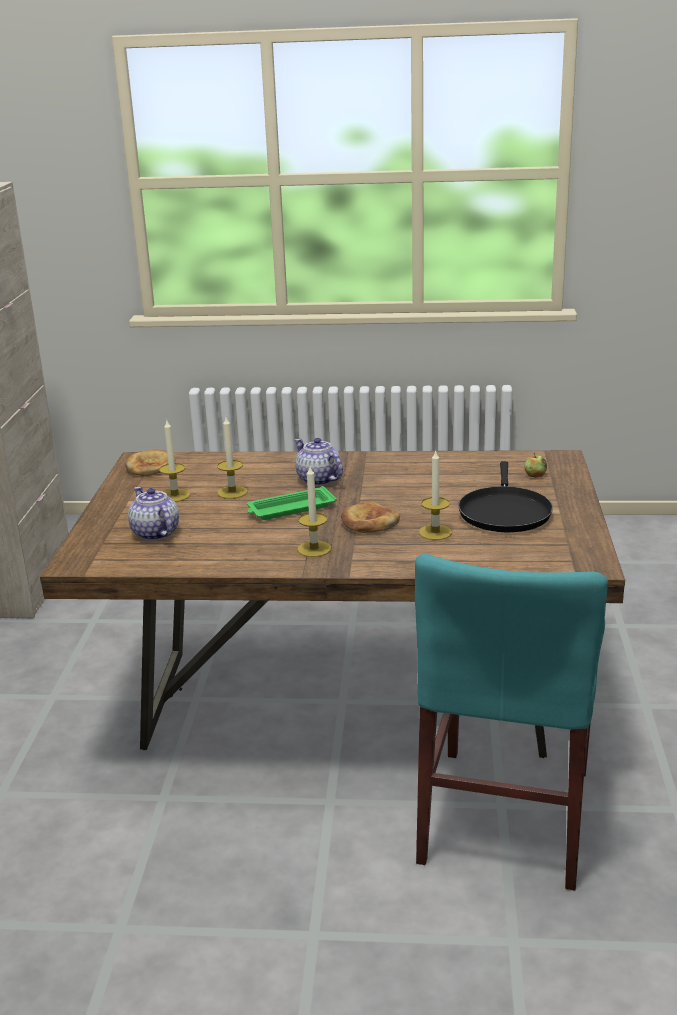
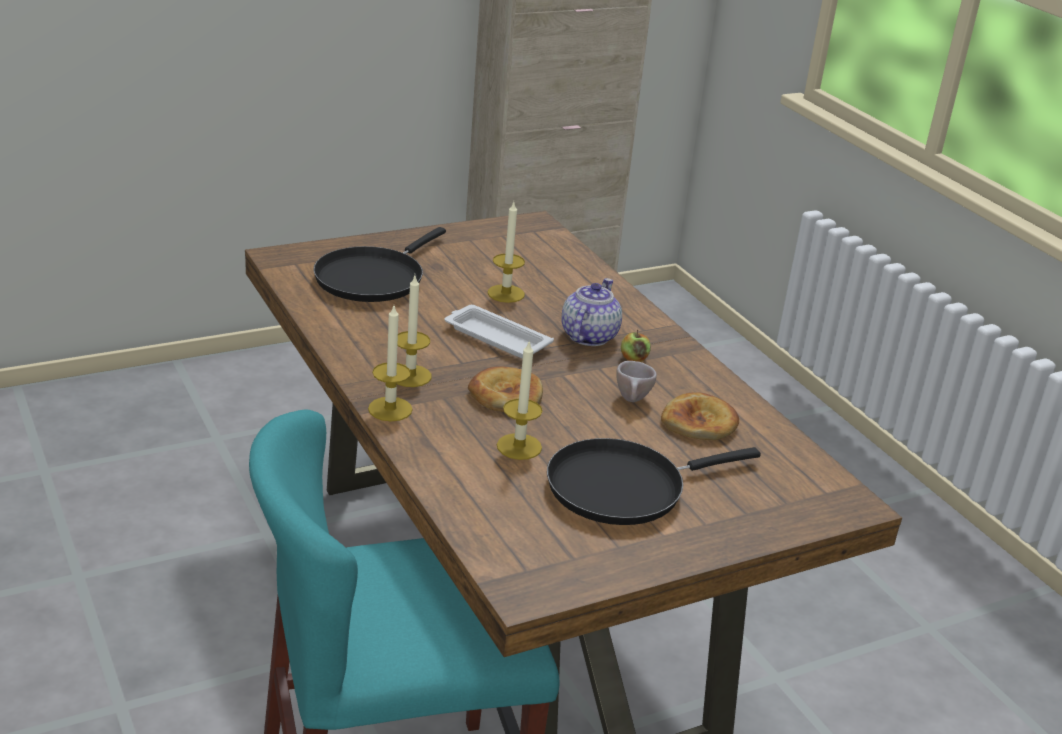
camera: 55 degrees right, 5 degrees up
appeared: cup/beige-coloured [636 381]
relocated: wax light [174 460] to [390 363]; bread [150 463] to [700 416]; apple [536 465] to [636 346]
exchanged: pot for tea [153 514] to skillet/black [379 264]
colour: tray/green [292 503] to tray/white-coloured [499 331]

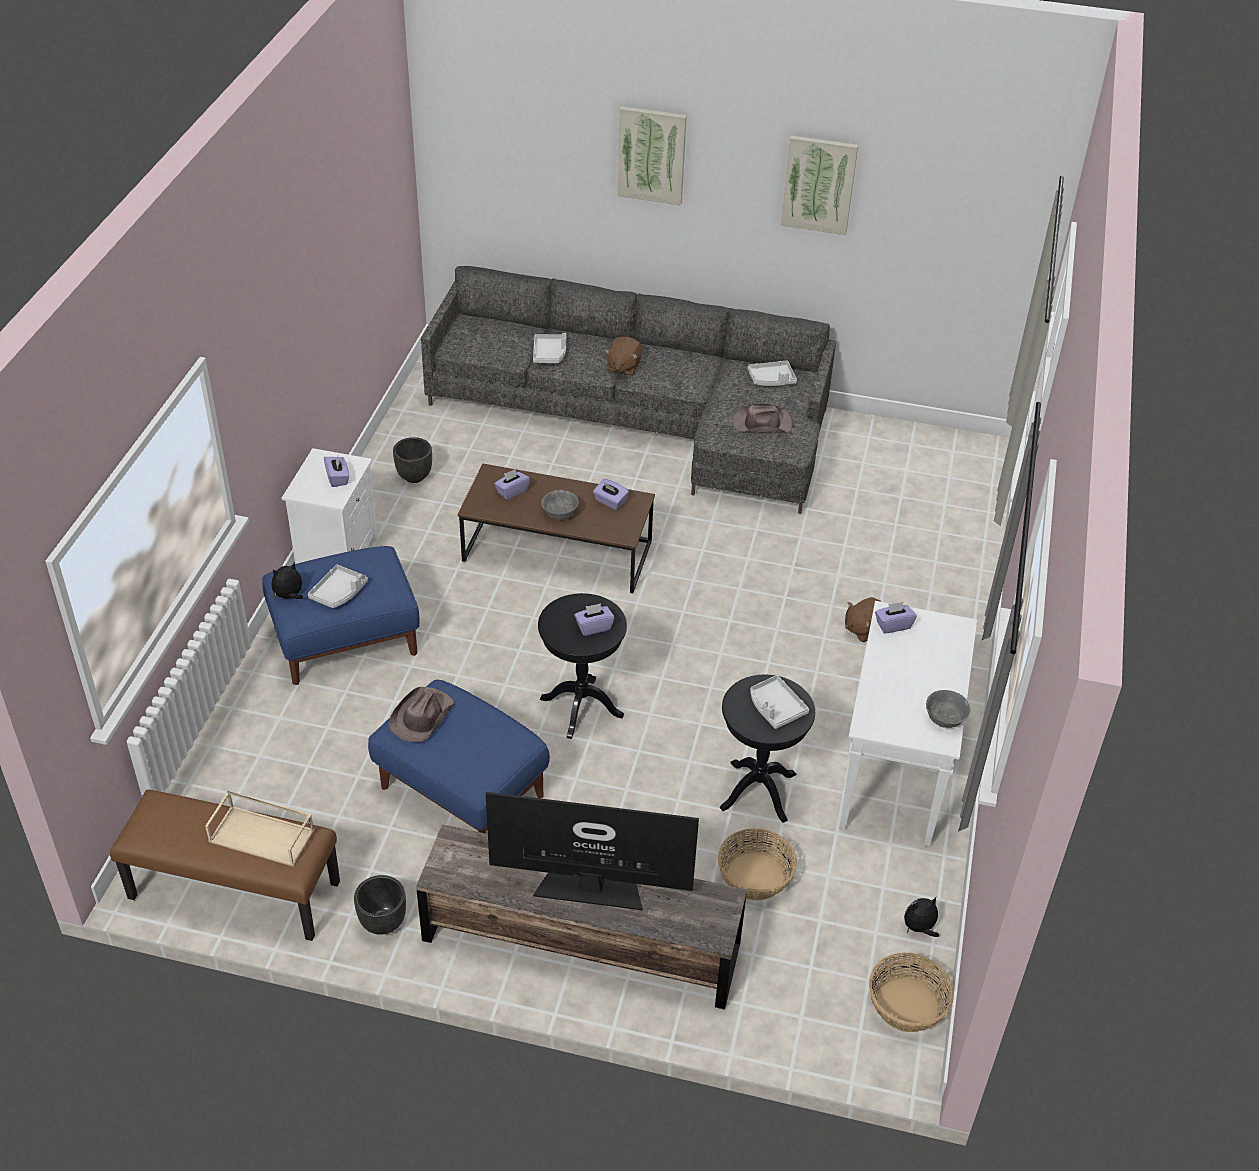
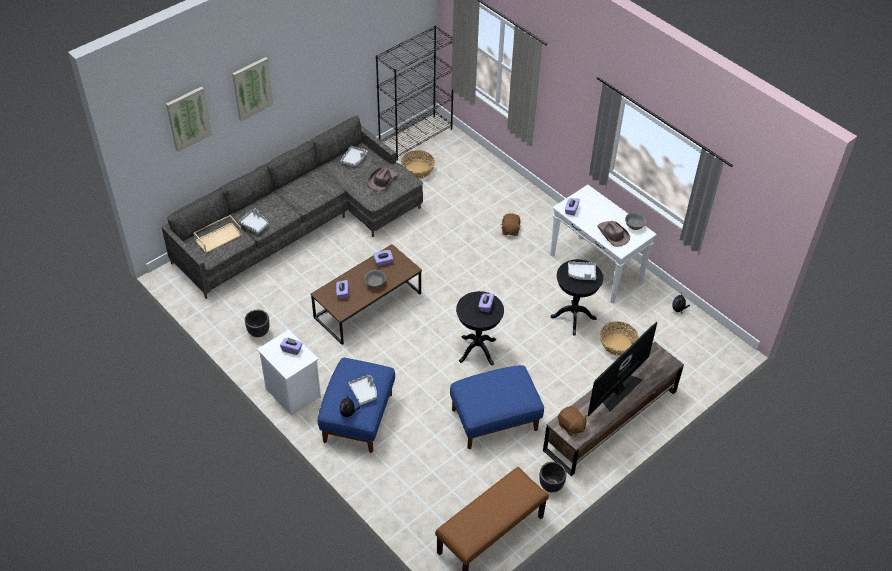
camera: 55 degrees left, 5 degrees up
appeared: shelving unit/black [414 93]
relocated: wall art [819 185] to [189 119]; cuddly toy/brown-coloured [623 356] to [573 421]; wearable hat/brown-coloured [422 714] to [613 234]; tray/beige-coloured [260 829] to [217 234]; household basket [911 992] to [418 164]

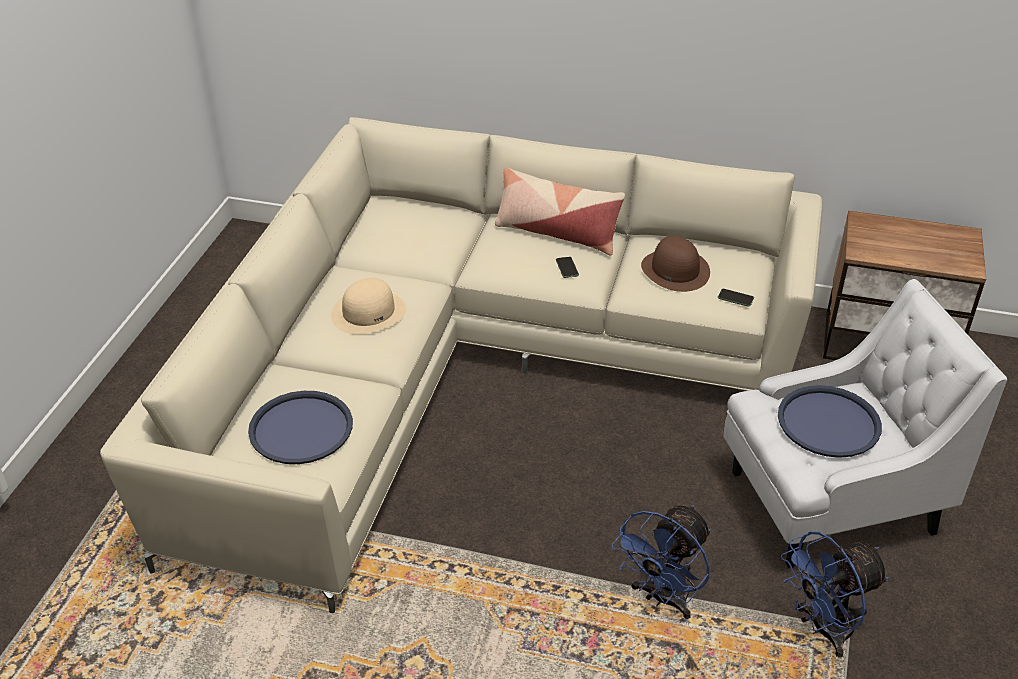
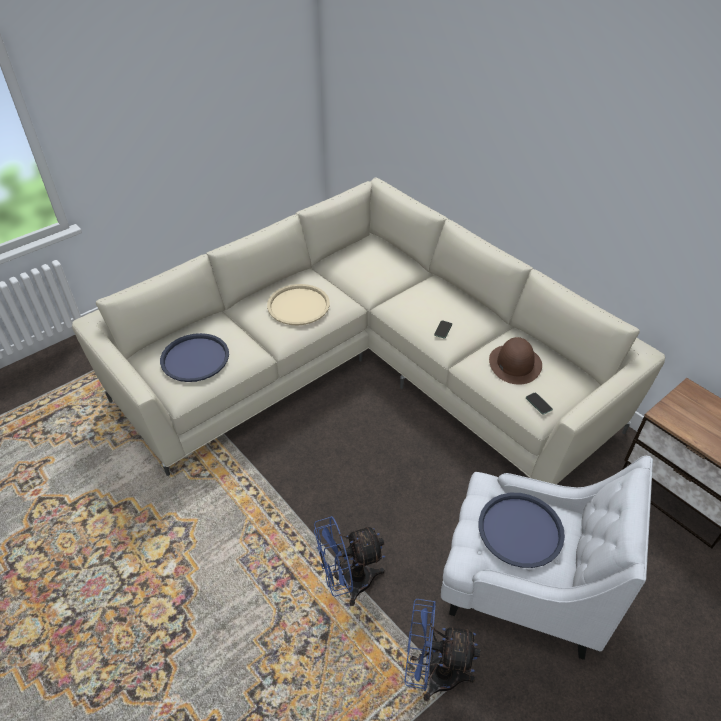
camera: 35 degrees right, 5 degrees up
missing: pillow [560 211]
exchanged: wearable hat/beige-coloured [368 306] to tray/beige-coloured [298 304]

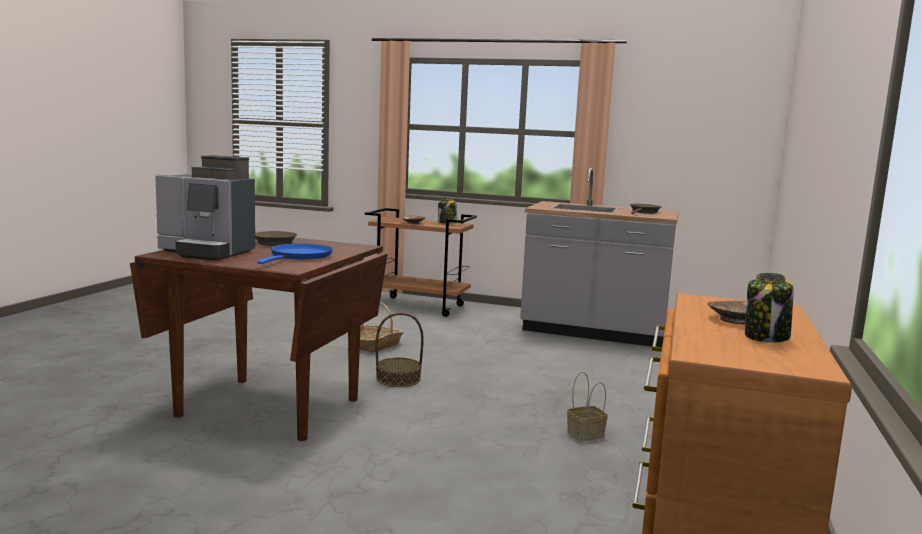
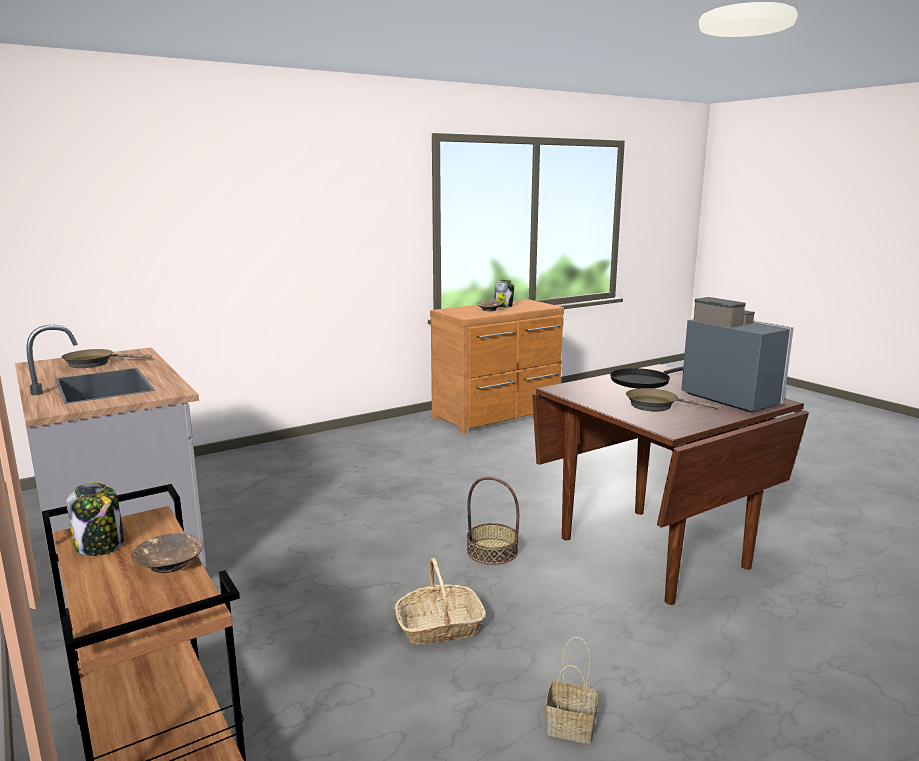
camera: 140 degrees left, 5 degrees up
relocated: household basket [587 406] to [572 690]
colour: skillet/blue [295 254] to skillet/black [646 377]

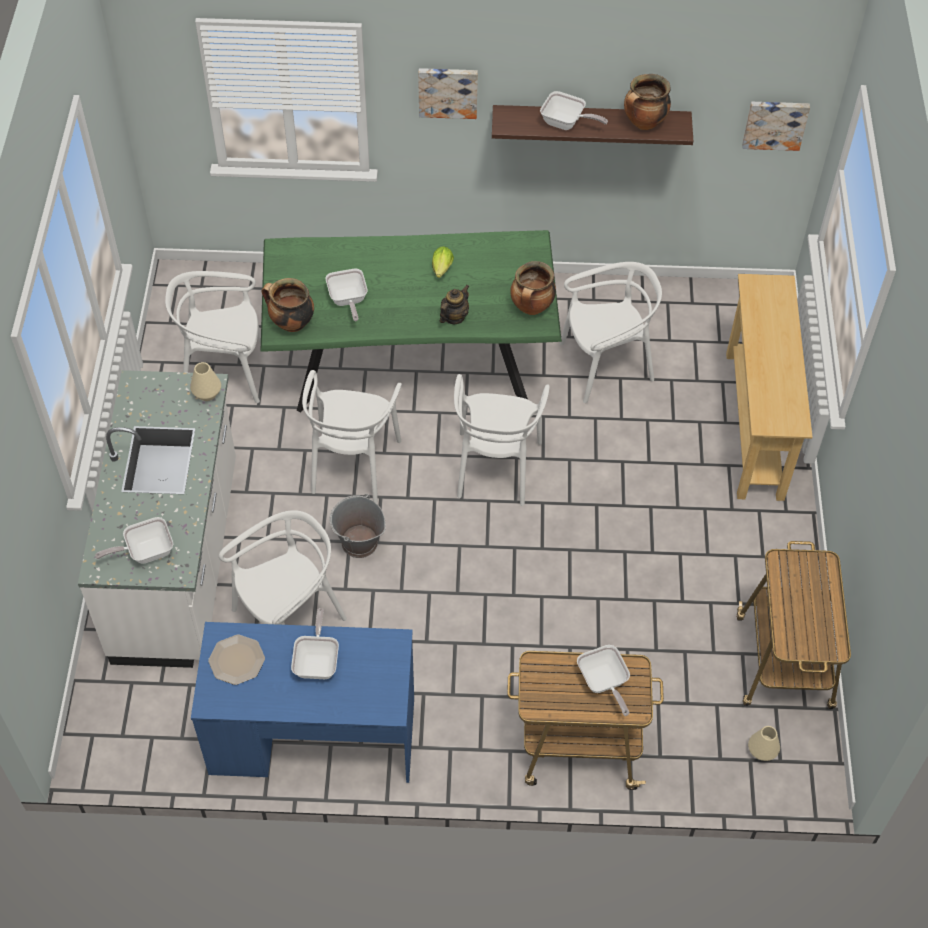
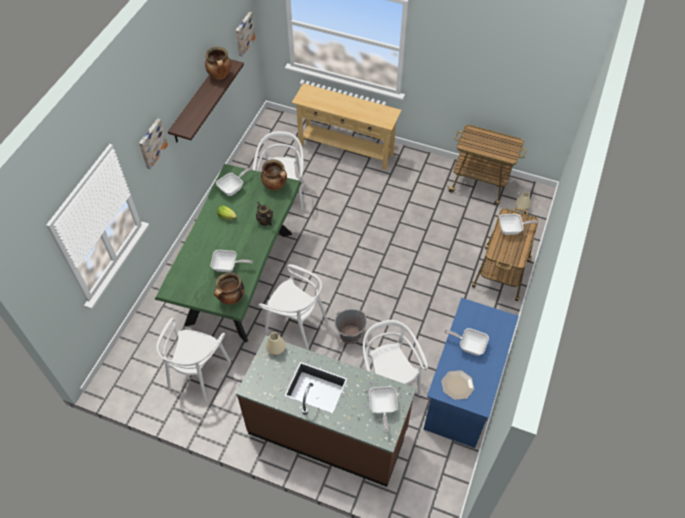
camera: 70 degrees left, 0 degrees up
missing: plain chair/white-coloured [502 440]
relocated: skillet [574 110] to [233 182]
colour: kitchen base unit/white-coloured [157 519] to kitchen base unit/brown-coloured [326 411]

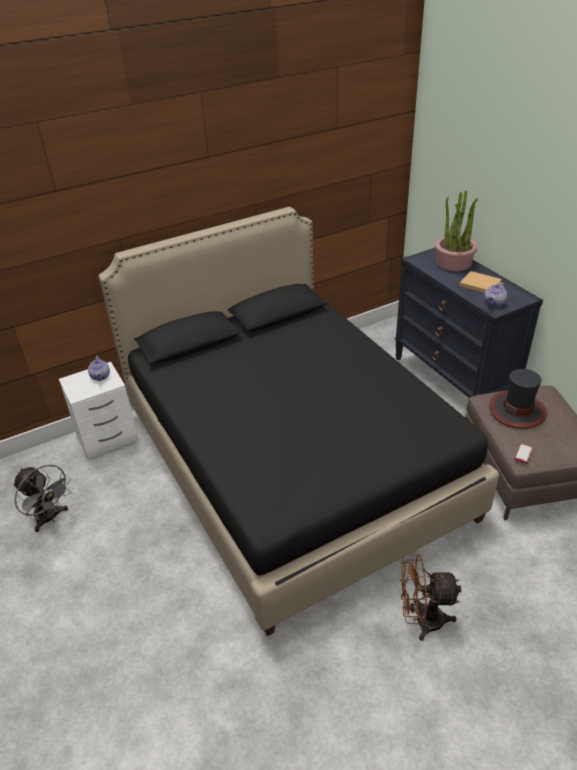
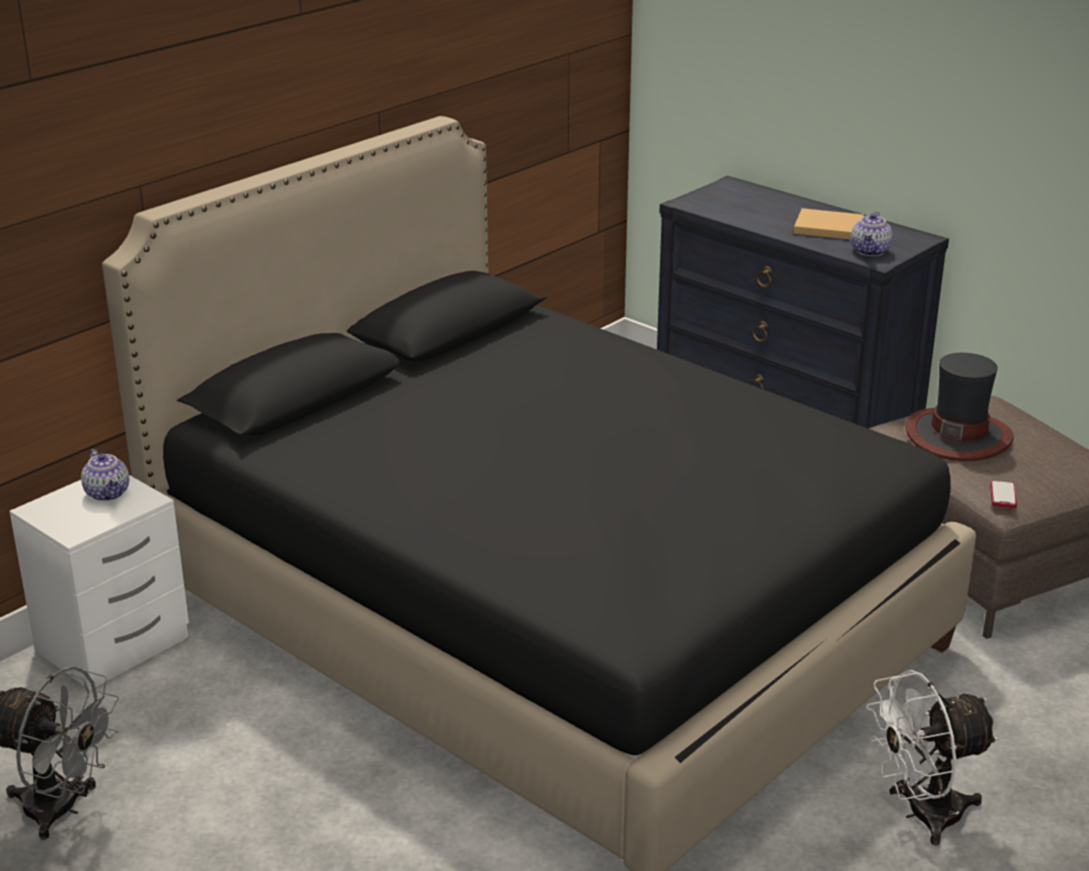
camera: 20 degrees left, 10 degrees down
missing: plant in a pot [456 230]
colour: electric fan/brown-coloured [430 597] to electric fan/white-coloured [932 757]

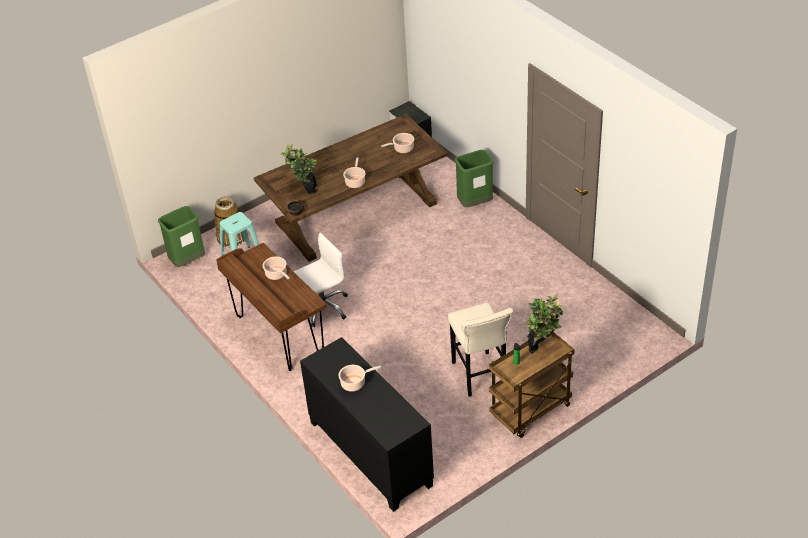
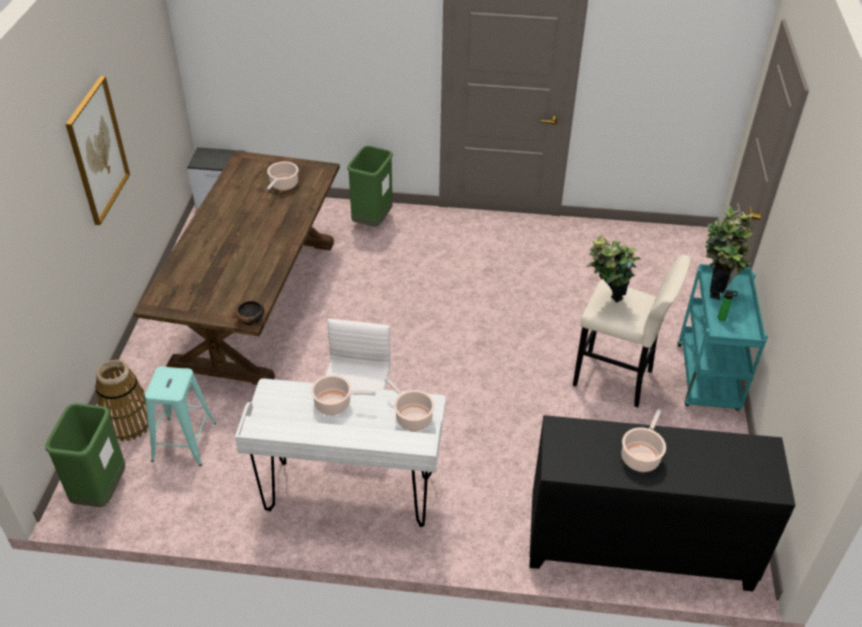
camera: 50 degrees left, 0 degrees up
appeared: wall art [98 150]
relocated: plant in a pot [299 169] to [614 269]; cooking pot [354 172] to [409 404]
colour: desk table/brown-coloured [271 307] to desk table/white-coloured [340 452]; trolley/brown-coloured [532 385] to trolley/turquoise [722 337]

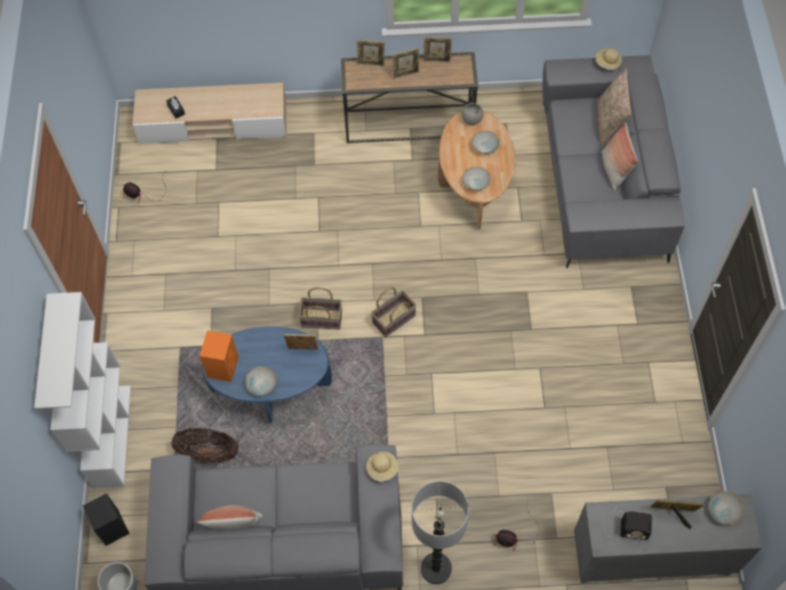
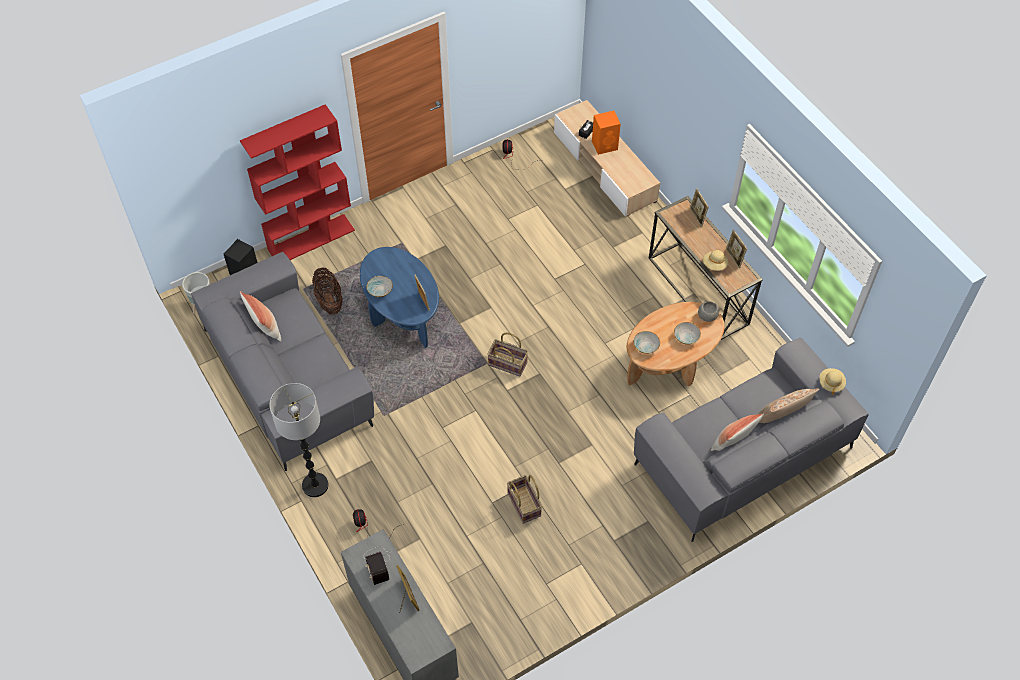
camera: 60 degrees right, 5 degrees down
missing: standing frame [406 63]; deep dish [726 508]
relocated: household basket [320 308] to [524 499]; loudspeaker/orange-coloured [219 356] to [606 133]; wearable hat/beige-coloured [382 466] to [715 260]
colour: shelving unit/white-coloured [82 390] to shelving unit/red [297 182]

